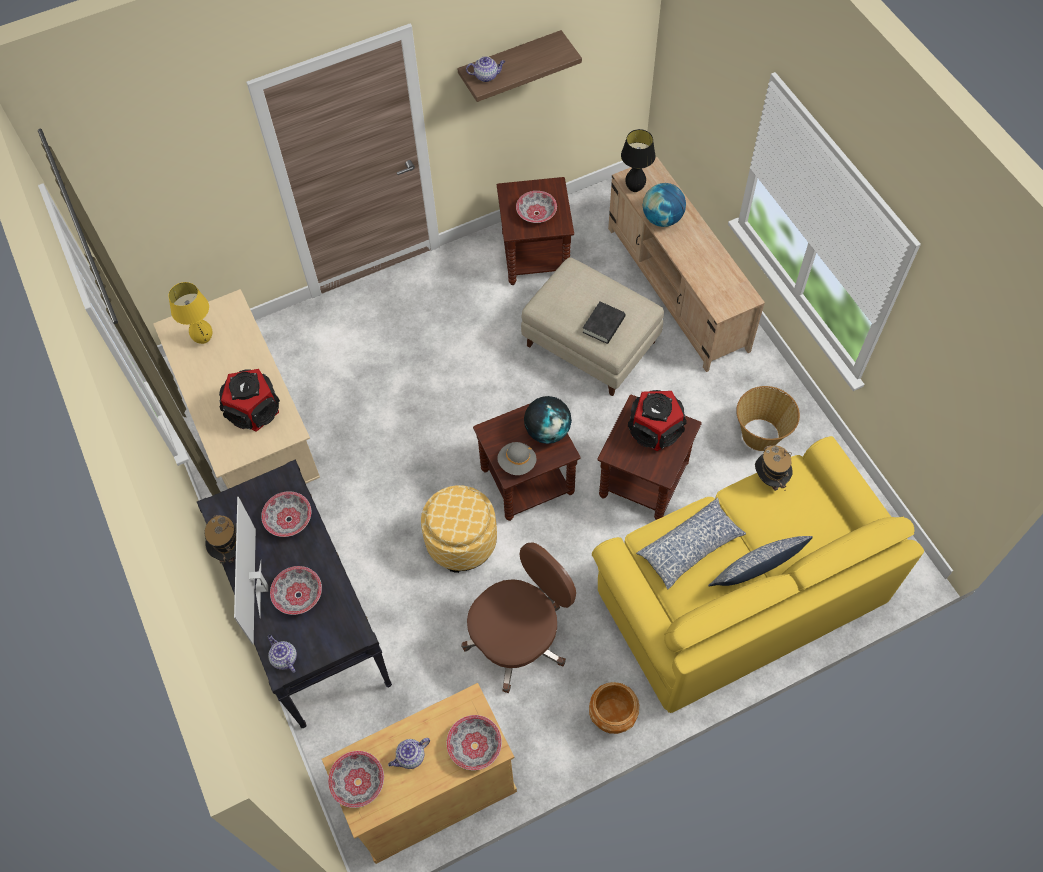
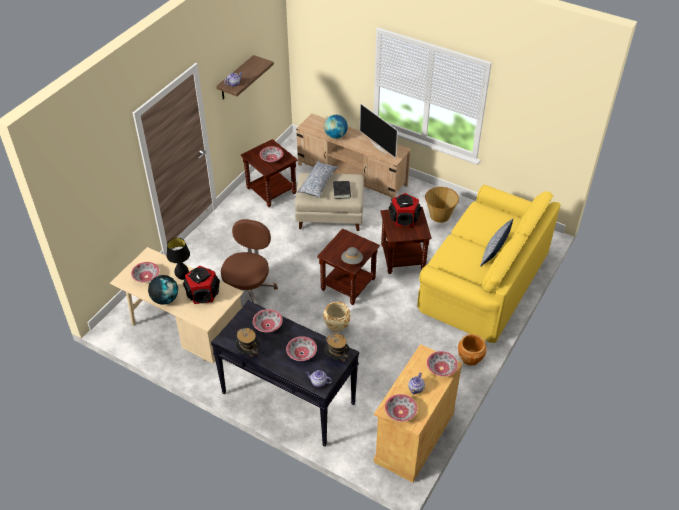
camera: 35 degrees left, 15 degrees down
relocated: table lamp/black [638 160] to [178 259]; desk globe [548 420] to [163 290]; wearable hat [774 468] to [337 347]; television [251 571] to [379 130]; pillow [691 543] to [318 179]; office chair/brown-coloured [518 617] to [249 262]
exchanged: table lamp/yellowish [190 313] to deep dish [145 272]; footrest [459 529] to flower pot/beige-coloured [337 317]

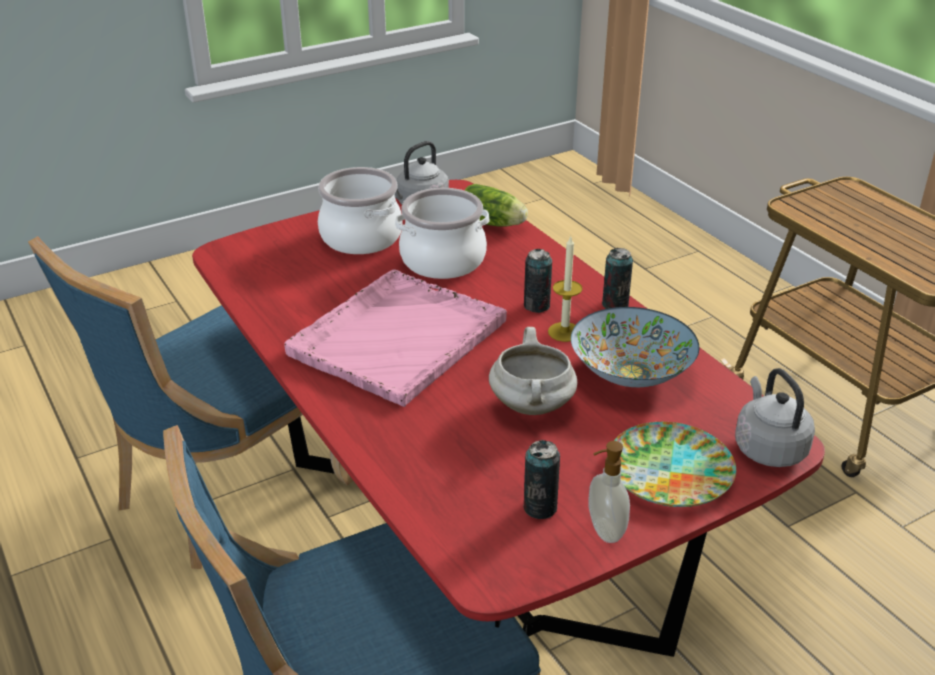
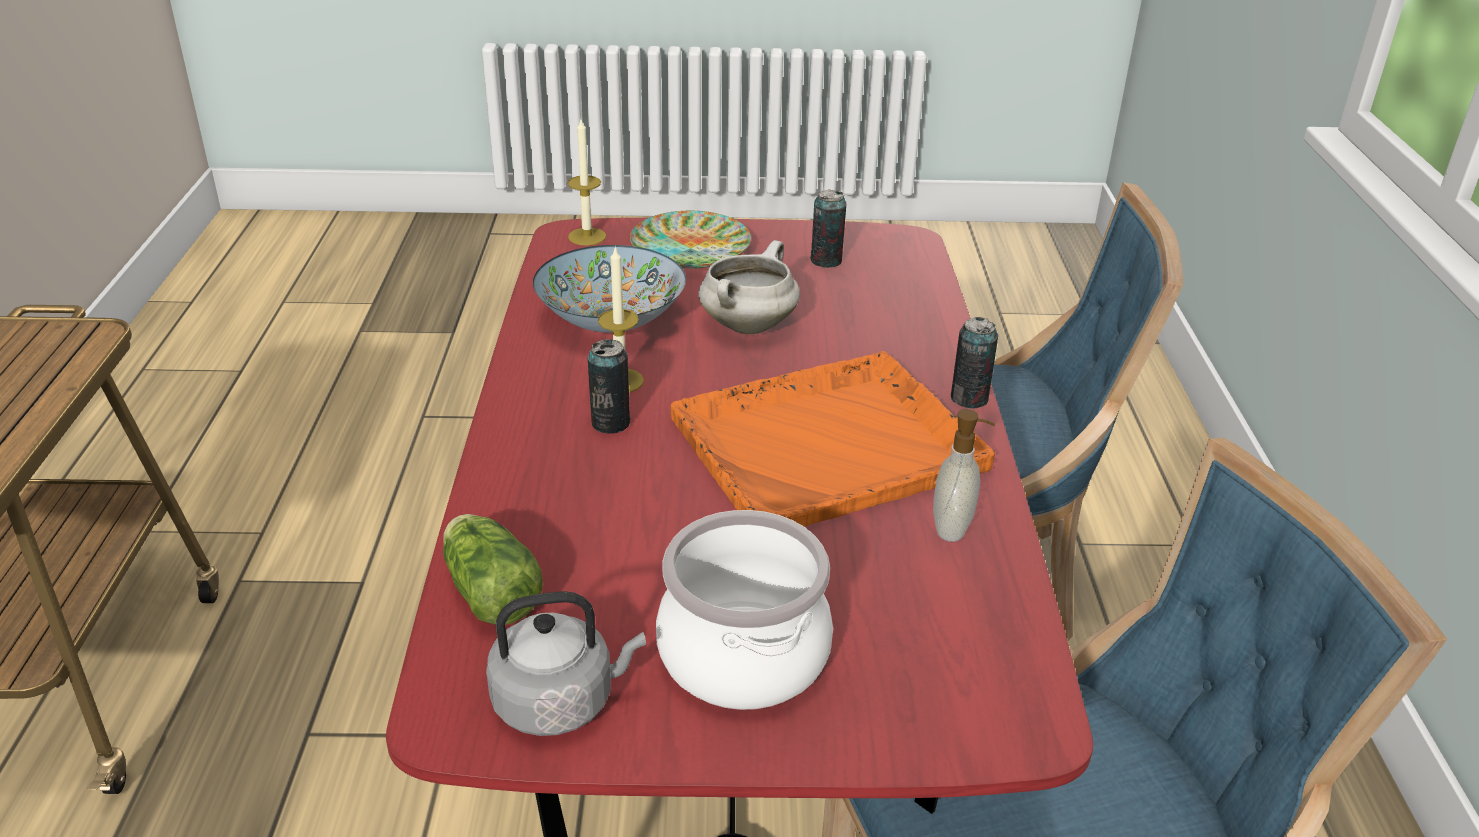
camera: 150 degrees left, 0 degrees up
missing: cooking pot [442 233]
relocated: can [617 278] to [974 363]; soap bottle [609 492] to [964 475]
exchanged: tea kettle/grey [775 417] to wax light [587 182]
colour: tray/pinkish [396 338] to tray/orange-coloured [833 439]

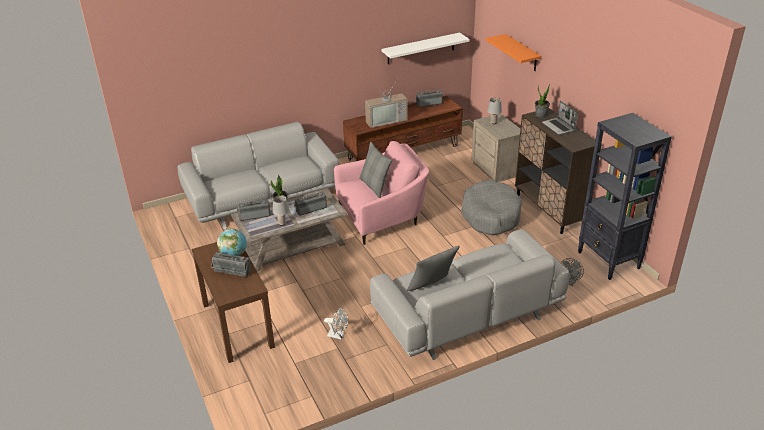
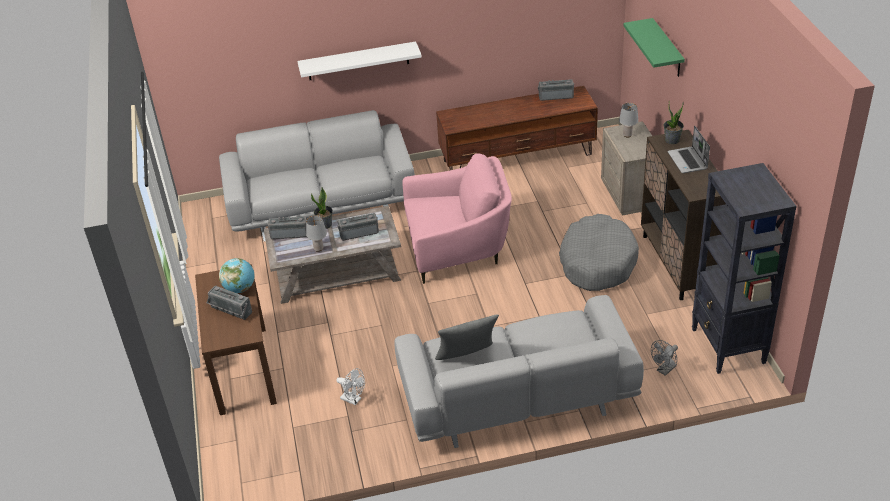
camera: 15 degrees right, 5 degrees up
missing: television [386 105]; pillow/grey [375 170]
relocated: wall shelf/white-coloured [426 48] to [359 60]
colour: wall shelf/orange-coloured [513 52] to wall shelf/green [654 47]

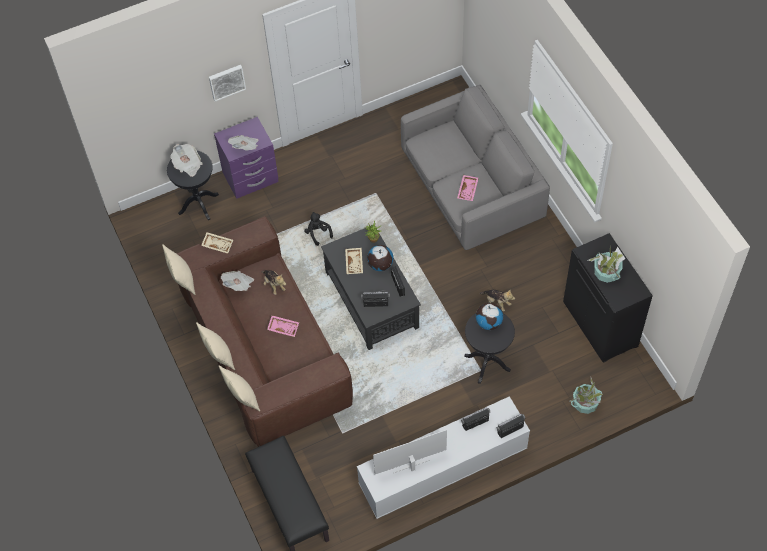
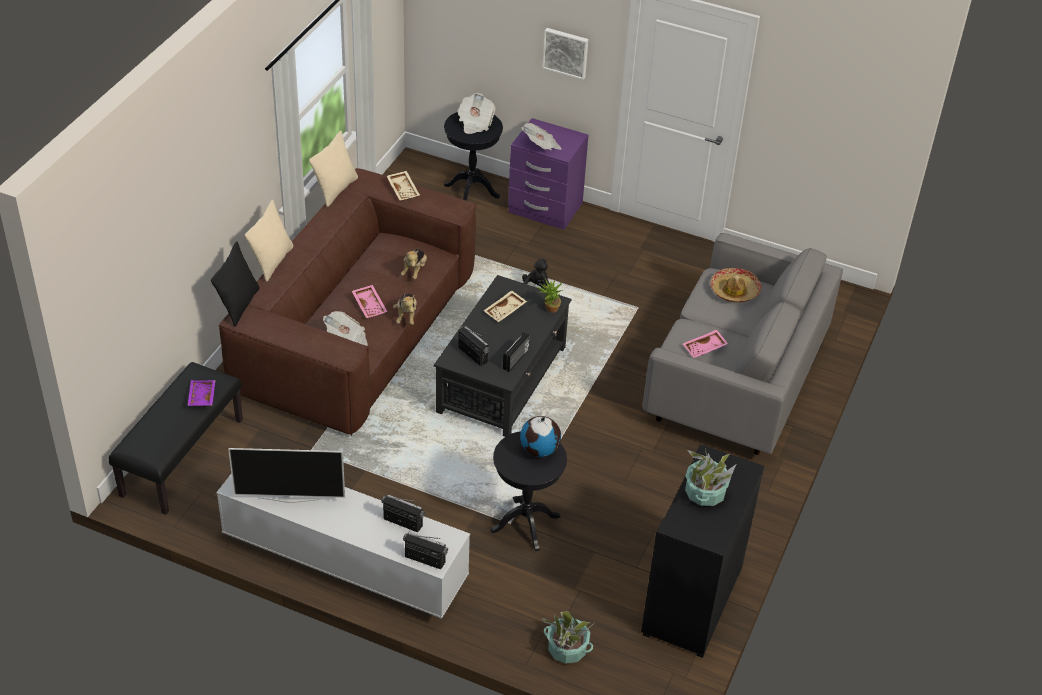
camera: 45 degrees right, 15 degrees down
missing: desk globe [380 258]
appeared: wearable hat [736 285]; tray/purple [201 393]
relocated: printed paper [237 281] to [345 328]; cuddly toy [497 300] to [405 309]
colour: pillow/beige-coloured [239 388] to pillow/black [235 283]
spun: television [410 452] = [286 475] 150 degrees clockwise

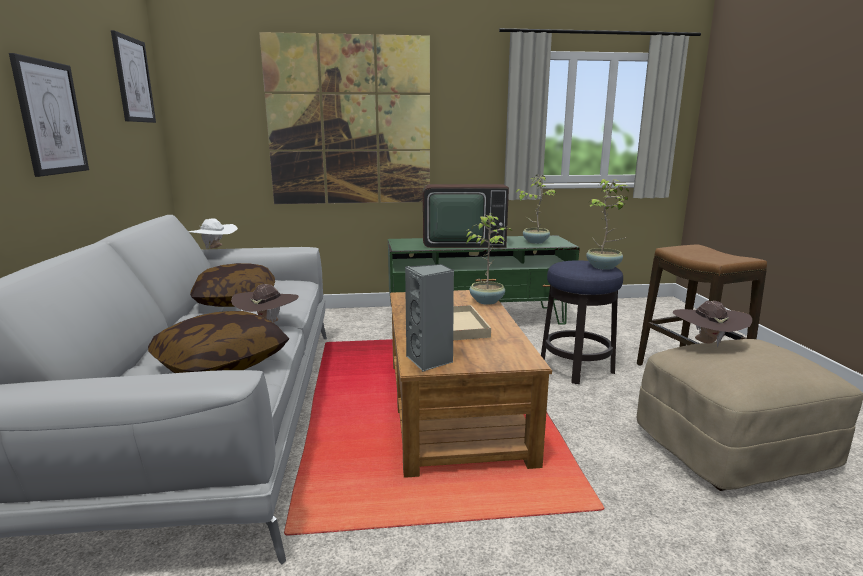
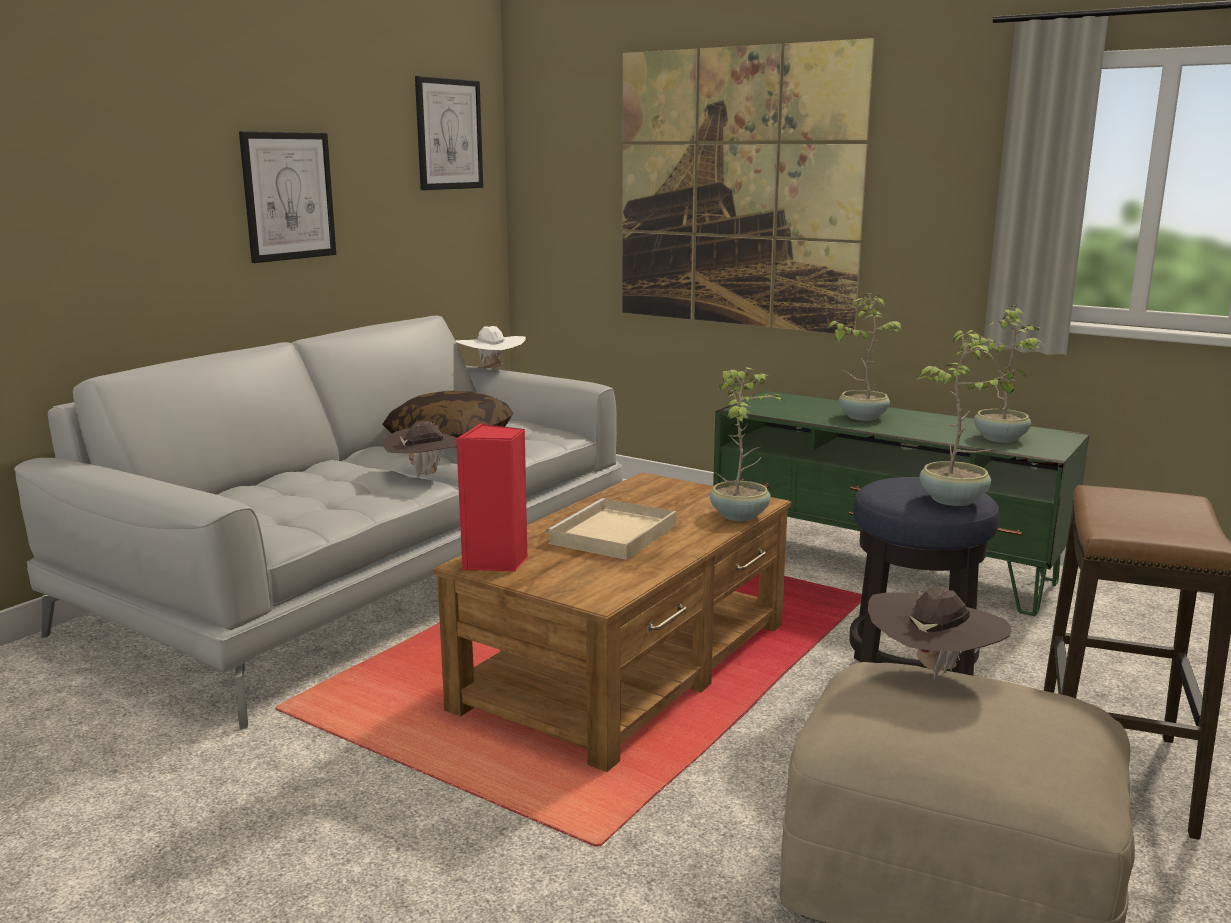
camera: 40 degrees right, 0 degrees up
missing: pillow [218 342]
exchanged: television [466 216] to plant in a pot [865 357]
colour: loudspeaker/grey [429 318] to loudspeaker/red [492 497]

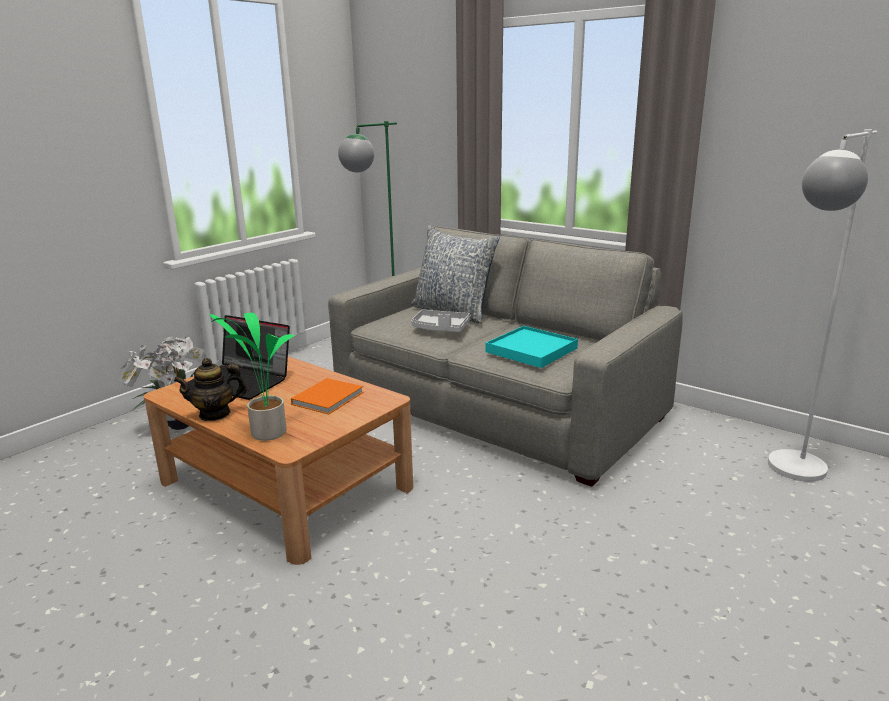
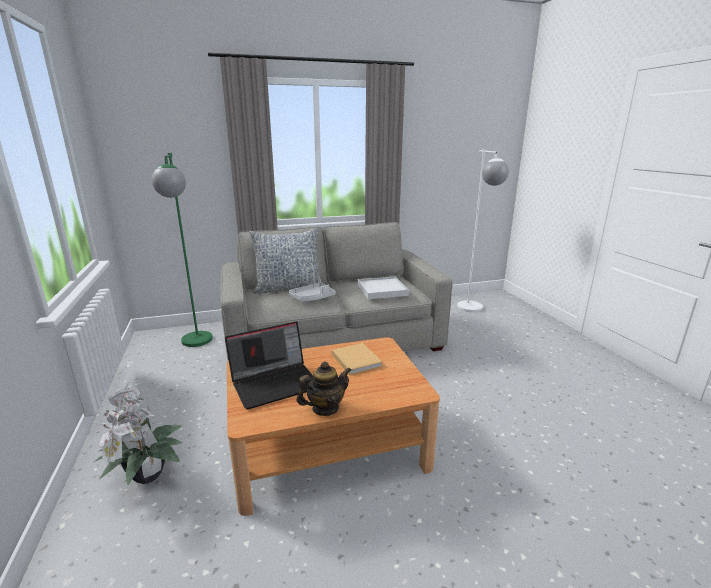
camera: 55 degrees left, 0 degrees up
missing: plant in a pot [252 377]
colour: tray/turquoise [532 347] to tray/white-coloured [383 287]; volume/orange-coloured [327 396] to volume/beige-coloured [357 359]
spun: pot for tea [210 389] = [323 388] 135 degrees counterclockwise

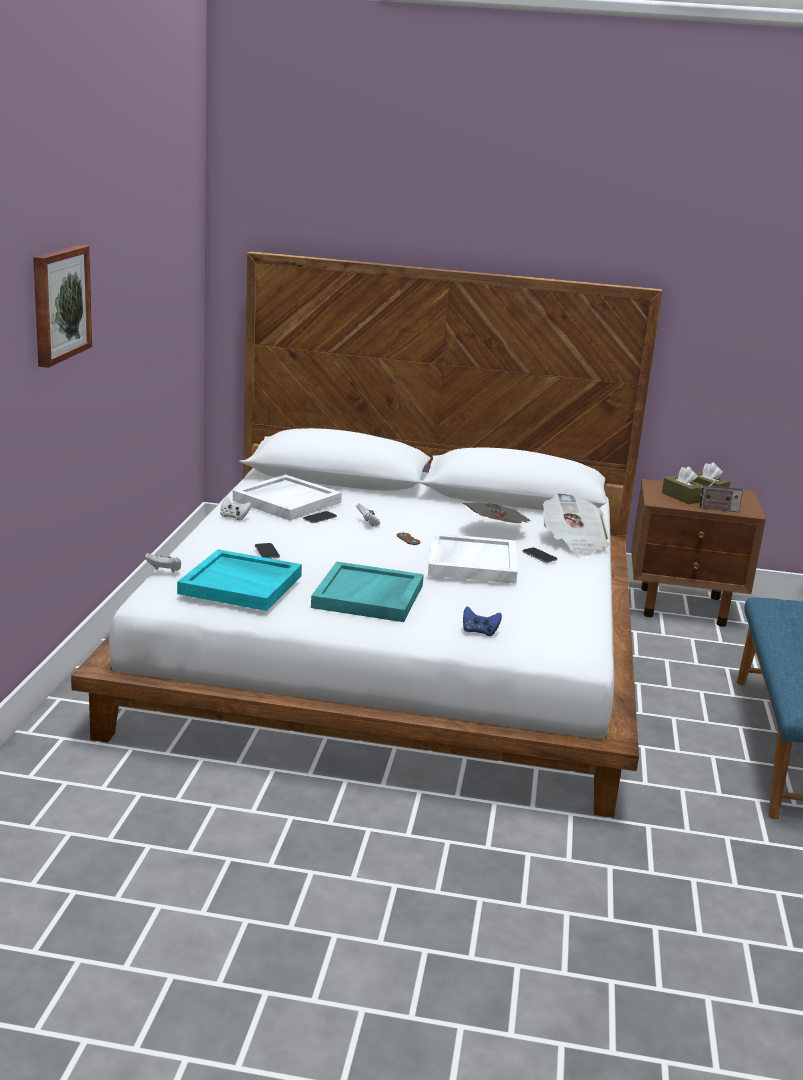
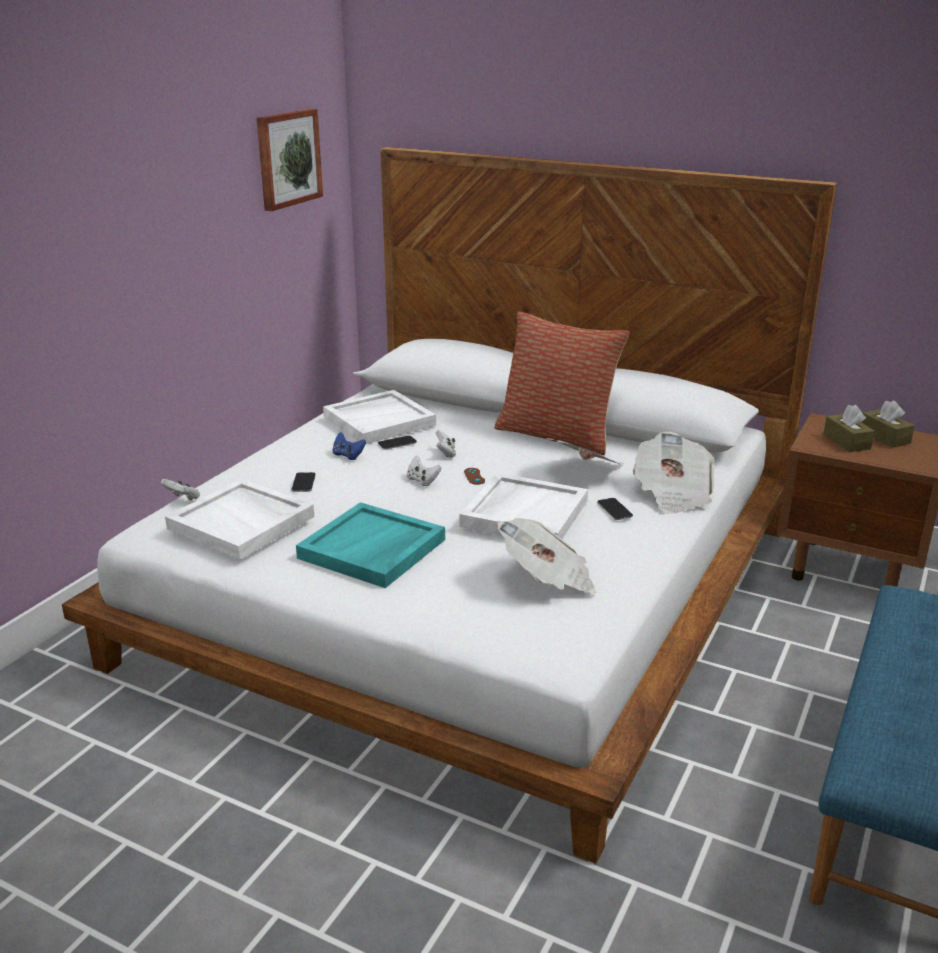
camera: 20 degrees right, 5 degrees up
missing: radio [721 493]
appeared: pillow [561 383]; printed paper [547 556]
relocated: wall art [62 306] to [290 160]; game controller/white-coloured [236 509] to [424 471]; game controller/blue [482 621] to [349 446]
colour: tray/turquoise [239 580] to tray/white-coloured [239 519]

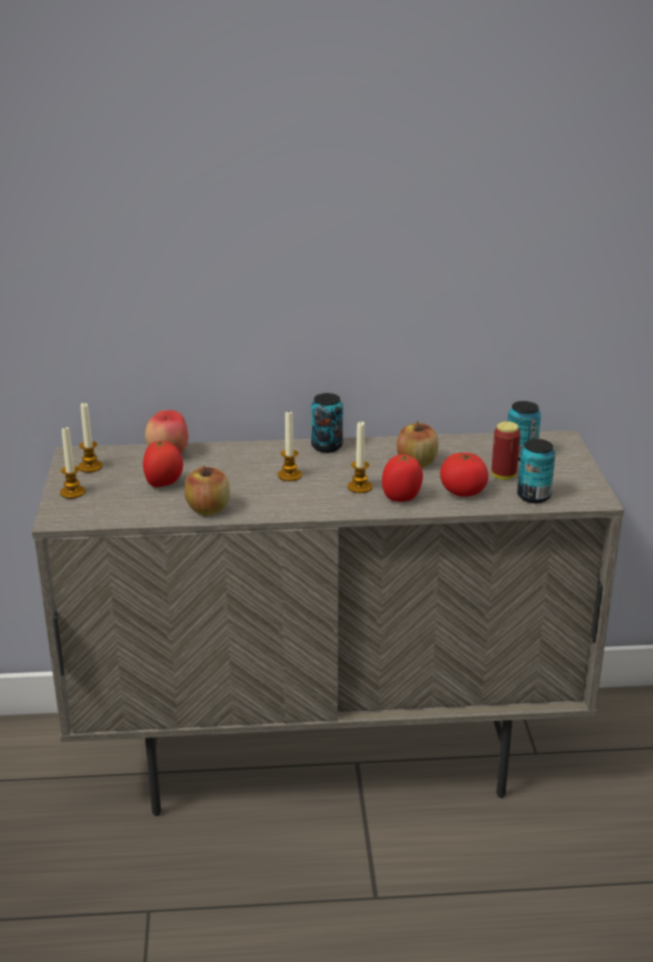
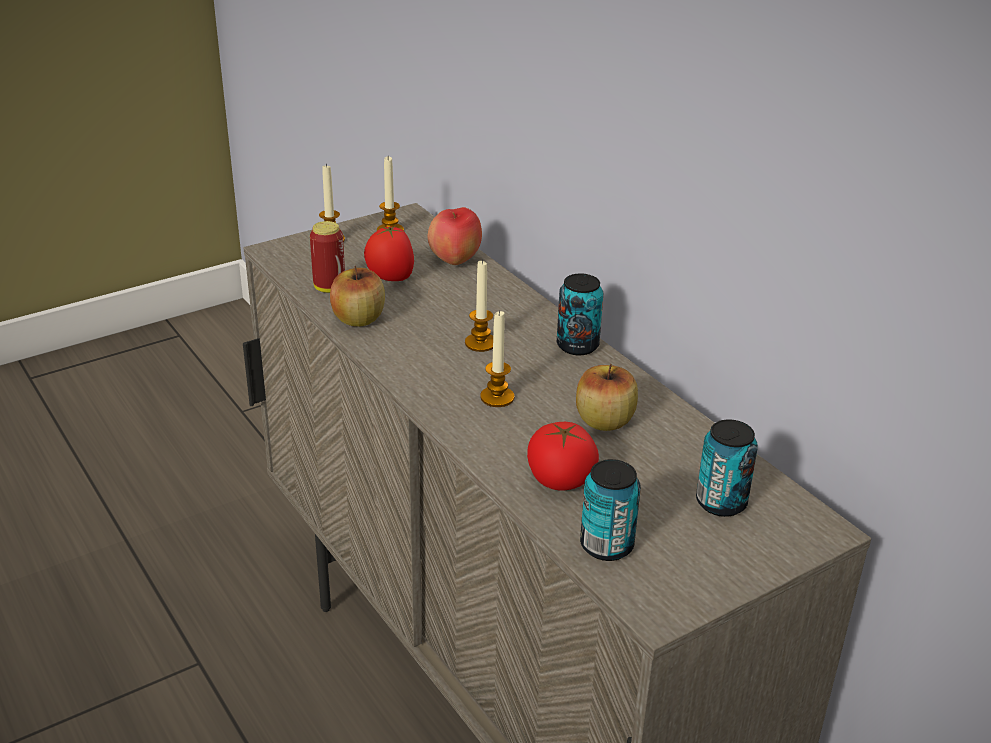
camera: 60 degrees right, 5 degrees up
missing: whole tomato [402 478]
relocated: can [506 450] to [327 257]

